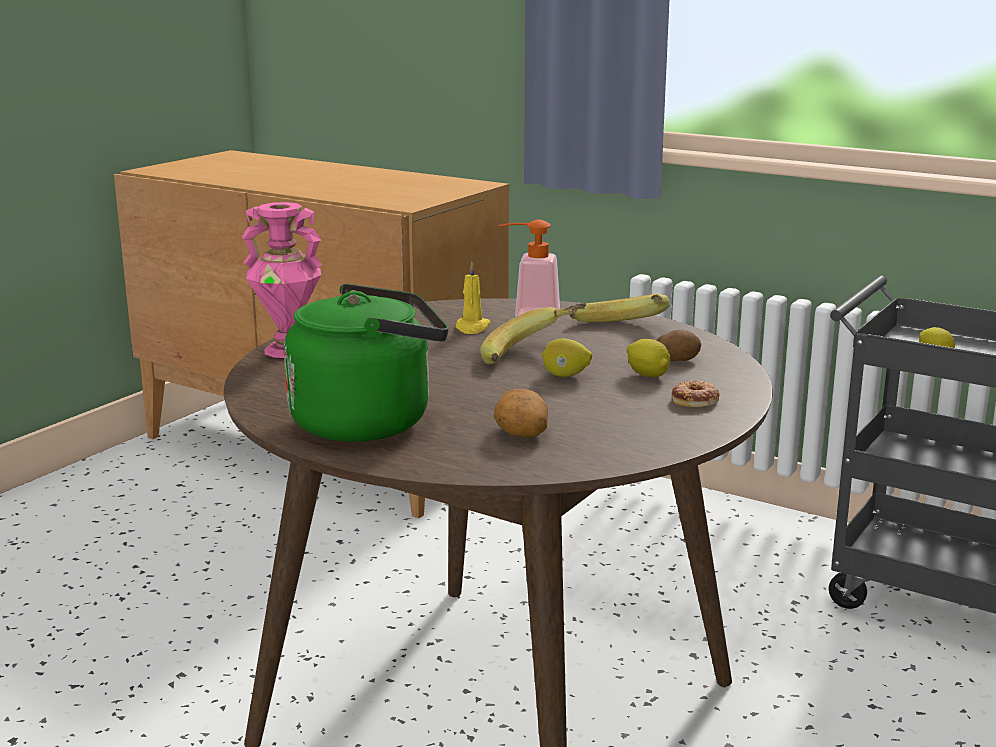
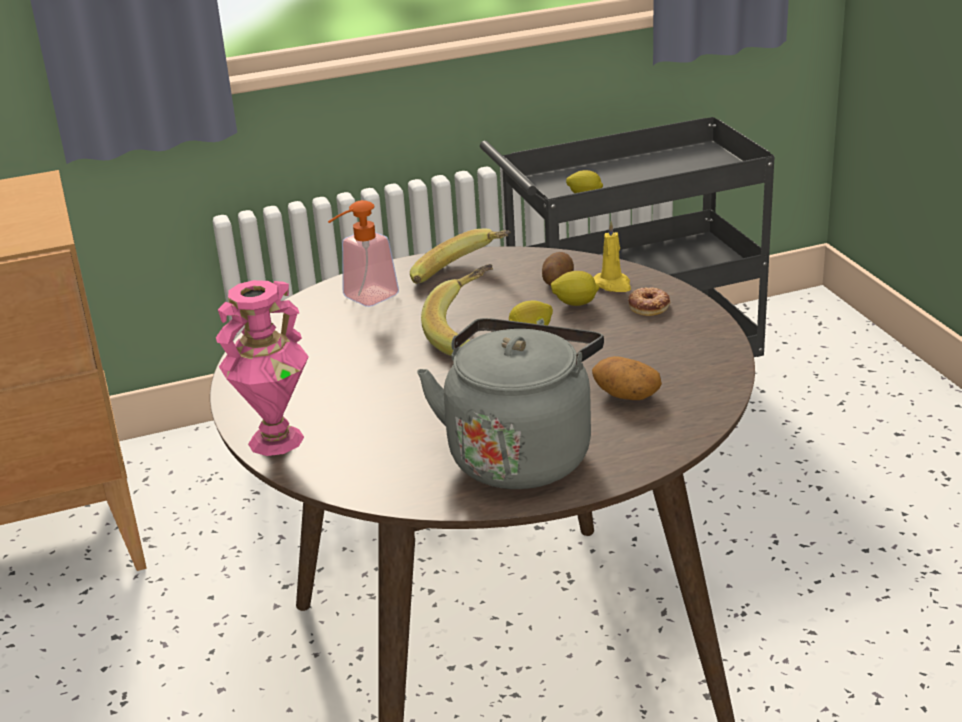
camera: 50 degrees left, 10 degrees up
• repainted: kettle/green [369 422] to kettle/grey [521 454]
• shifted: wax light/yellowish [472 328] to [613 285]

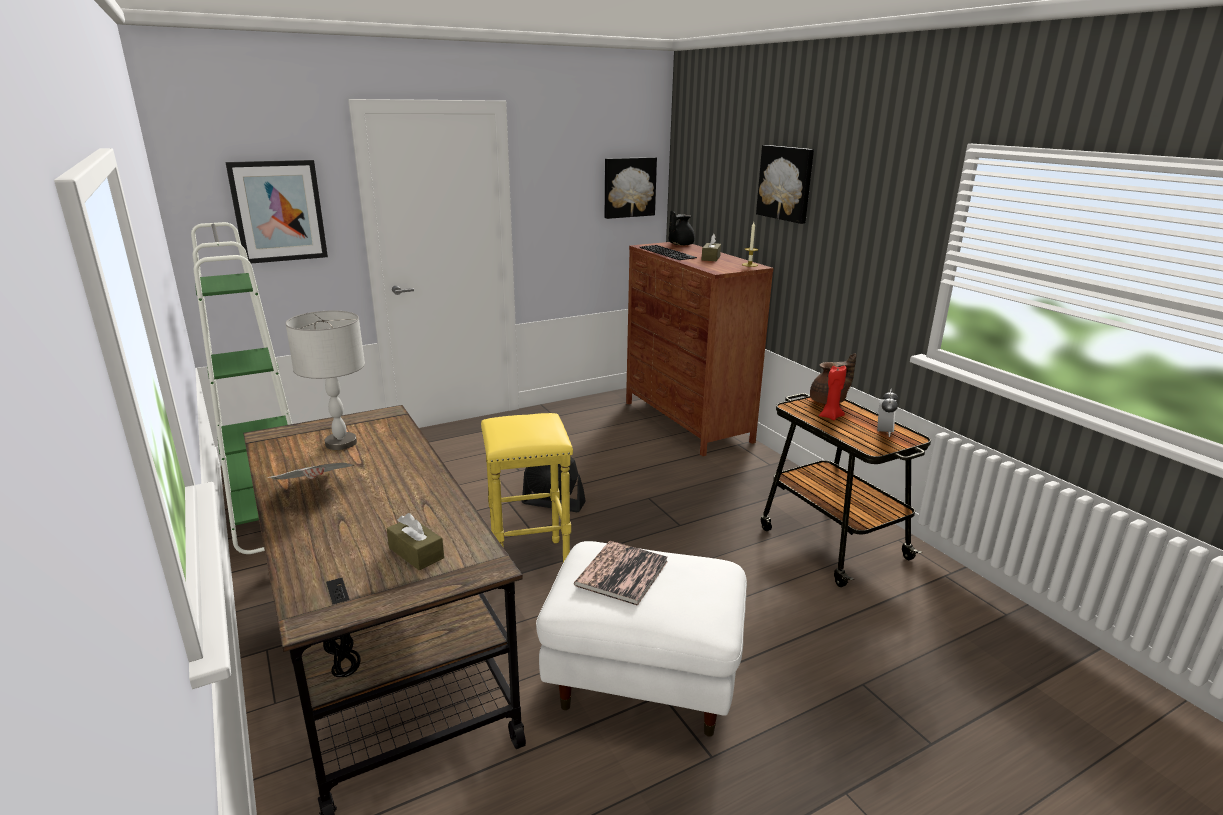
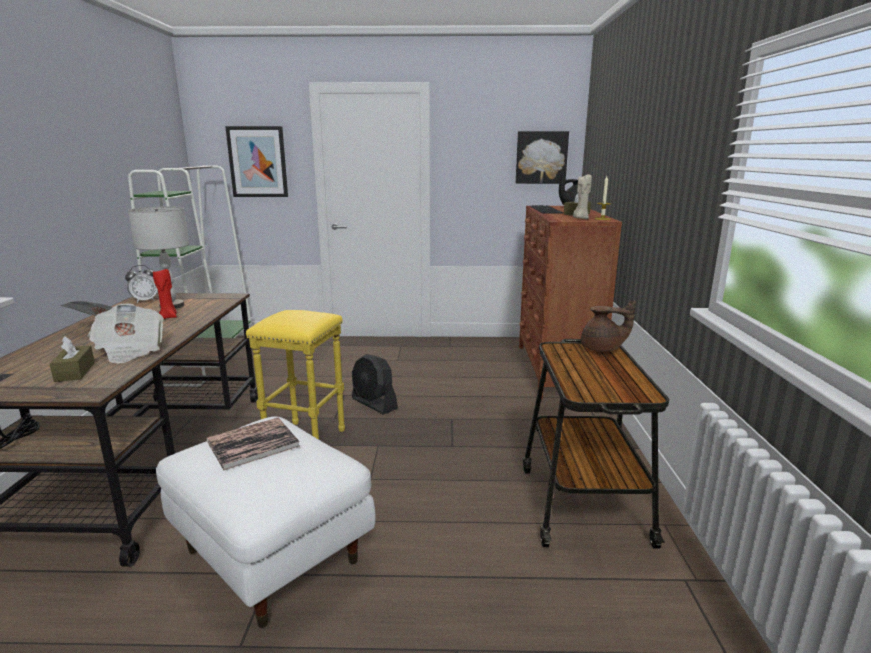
camera: 30 degrees right, 5 degrees down
• new: printed paper [130 350]
• shifted: bedside clock [883 432] to [144 300]
• shifted: wax light/red-coloured [830 416] to [169 317]
• new: wax light/beige [581 218]
• gone: wall art [786 183]

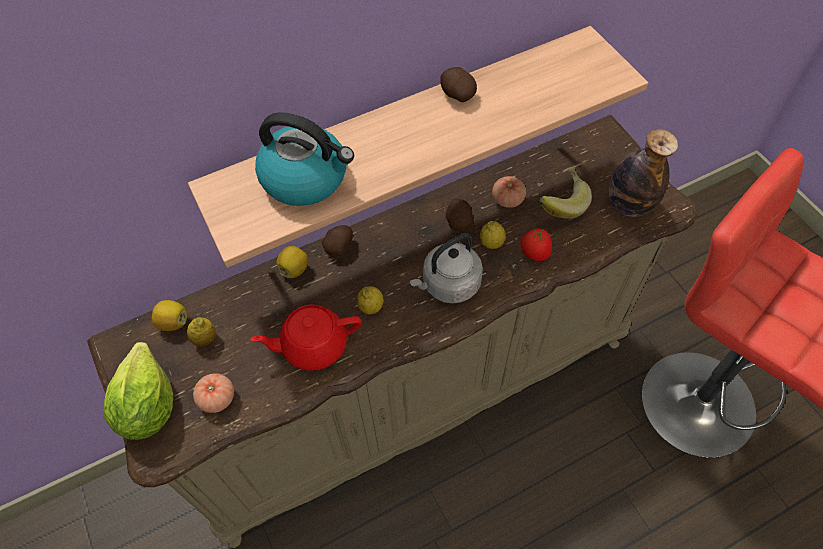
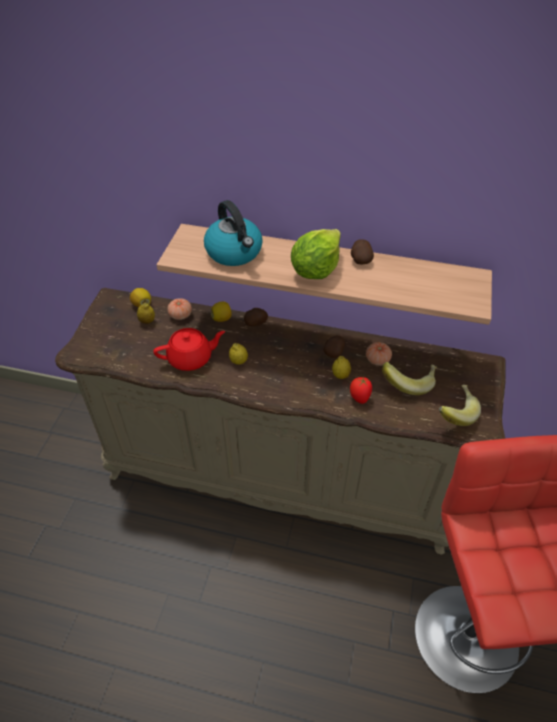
camera: 40 degrees right, 10 degrees down
• rotated: tea pot/red-coloured [313 345] = [191 358] 135 degrees clockwise
• shifted: tomato [217 398] to [180 315]
• shifted: head of lettuce [147 406] to [315 269]
• swapped: beverage bottle [629 205] to banana [454 412]
• gone: kettle/grey [448 285]

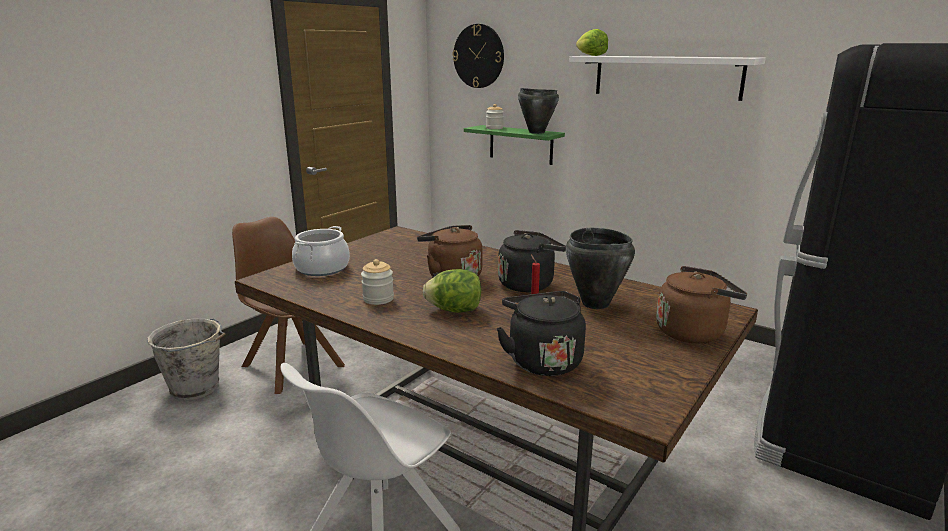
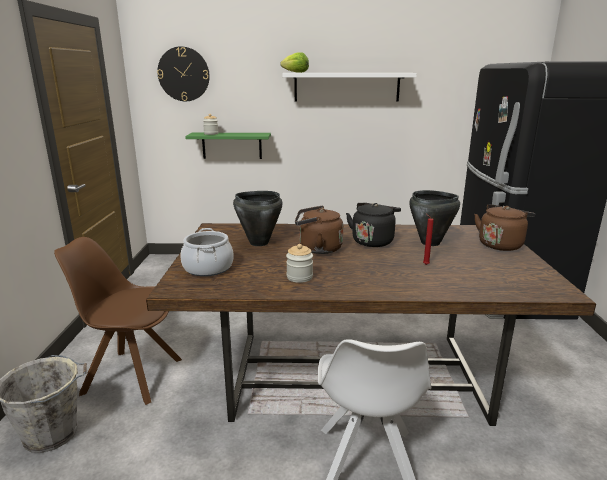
camera: 35 degrees left, 0 degrees up
• shifted: stockpot/blackish [536 132] to [258 243]
• gone: head of lettuce [454 310]
• gone: kettle/blackish [542 360]

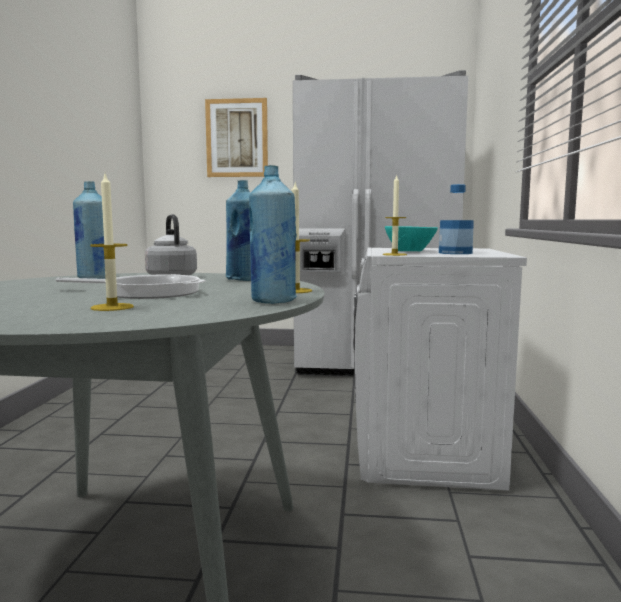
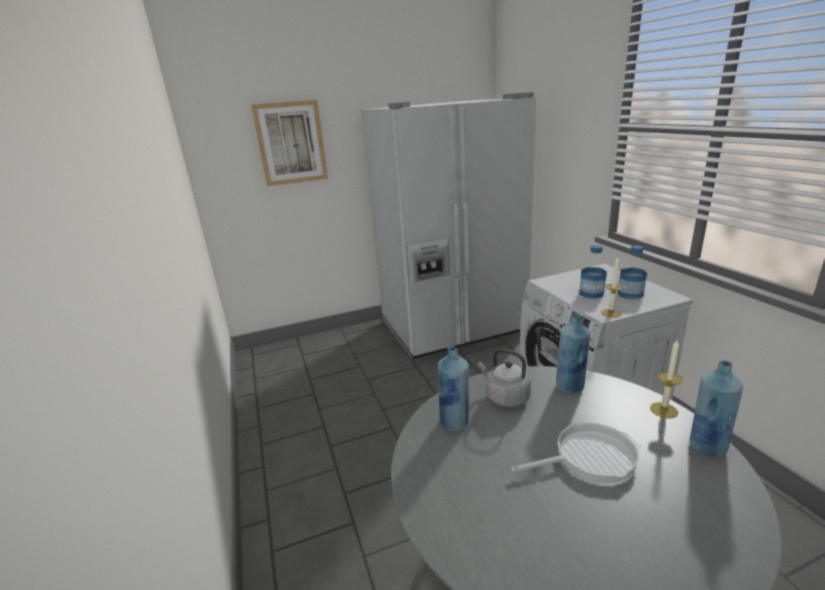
camera: 25 degrees left, 15 degrees up
• swapped: deep dish/turquoise-coloured [411 251] to beverage bottle [591 293]
• gone: wax light [112 307]

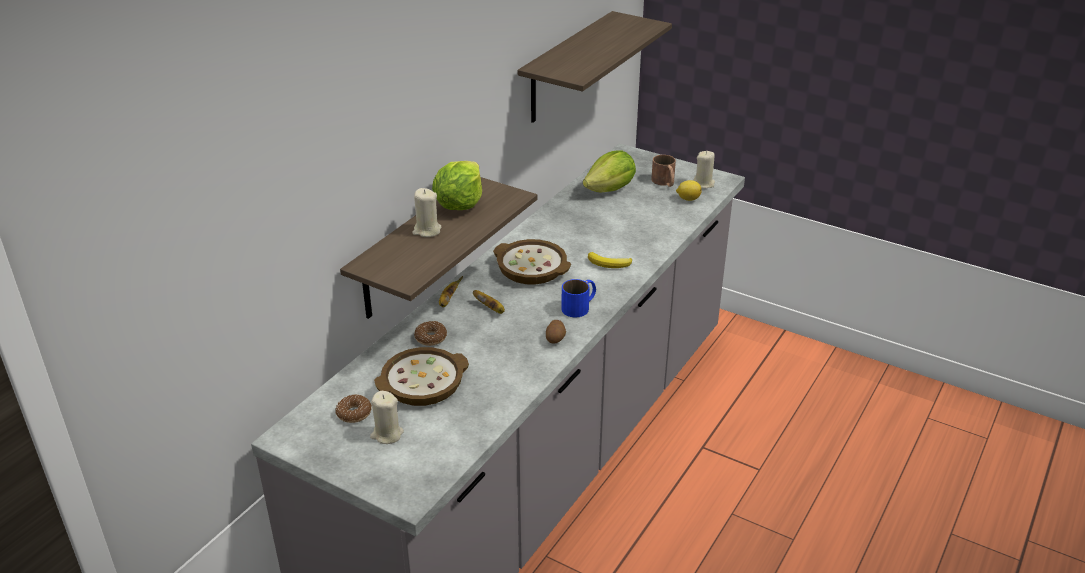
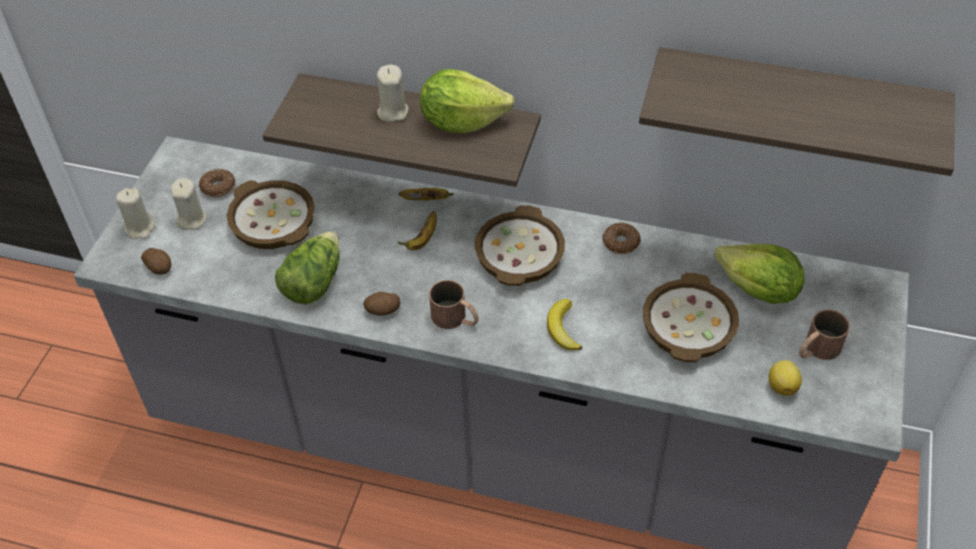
camera: 75 degrees right, 15 degrees up
• shifted: wax light/beige [703 184] to [140 228]
• new: potato [159 267]
• new: head of lettuce [313 282]
• repainted: mug/blue-coloured [580 306] to mug/brown [455 319]
• shifted: doughnut [430 338] to [621 243]
• new: deep dish [687 327]

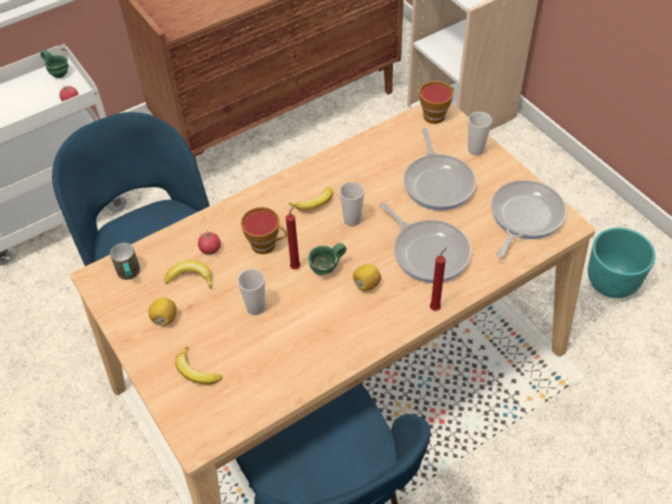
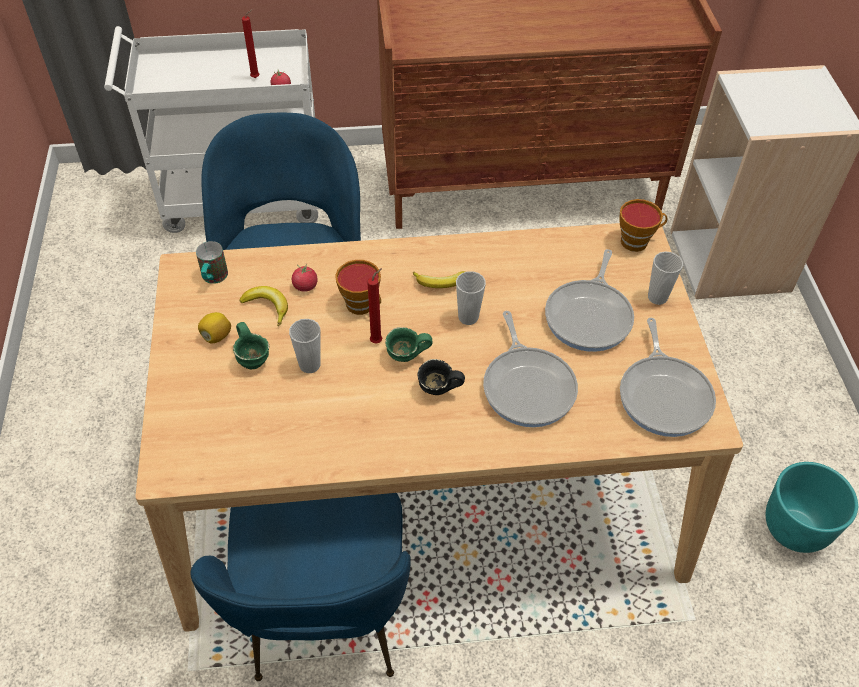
camera: 25 degrees right, 0 degrees up
• shifted: mug/green [59 73] to [254 359]
• shifted: wax light/red-coloured [436 307] to [256 77]
• swapped: whole lemon [366 284] to mug/blackish [438 392]
• rotated: skillet [524 217] = [664 395] 120 degrees clockwise
• gone: banana [196 372]

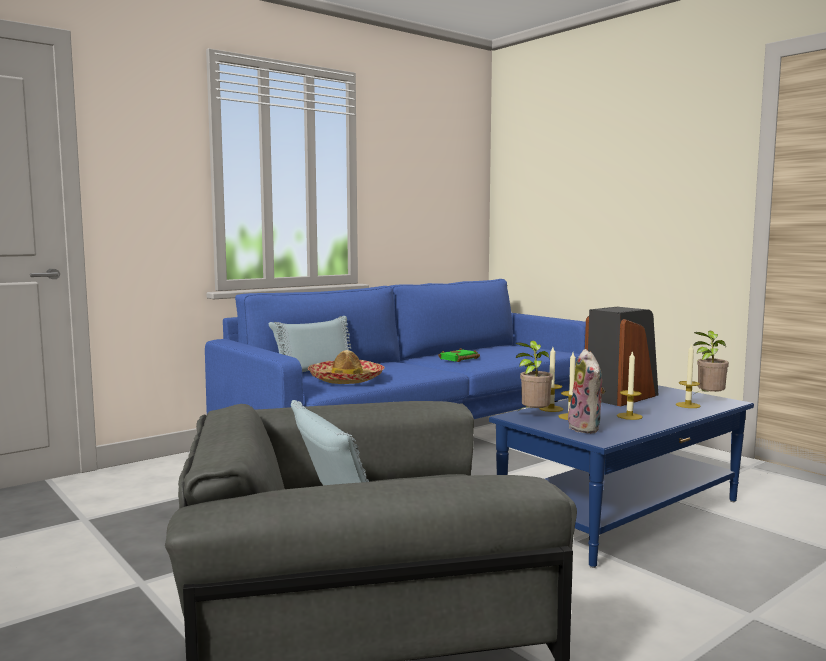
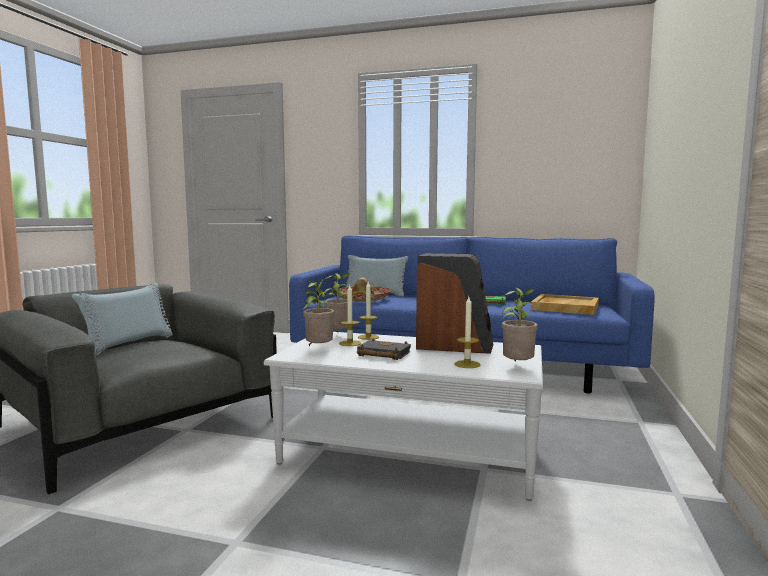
camera: 55 degrees right, 0 degrees up
• repainted: lounge table/blue-coloured [623 513] to lounge table/white [410 454]
• swapped: cuddly toy [587 428] to potted plant [318 350]
• swapped: wax light [629 416] to bound book/blackish [382 354]
• new: serving tray/beige [564 307]

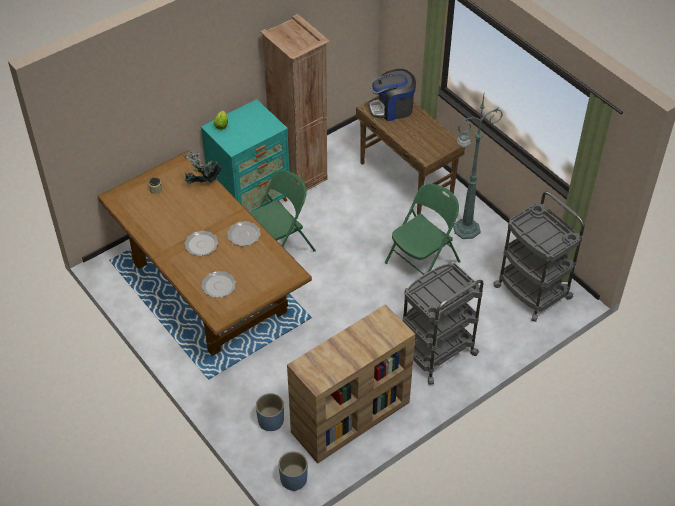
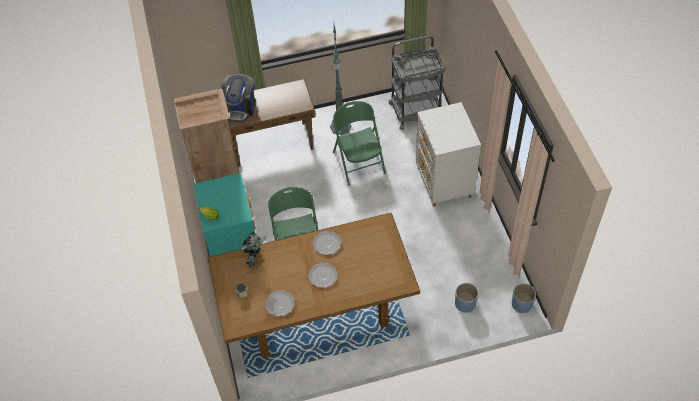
camera: 65 degrees left, 5 degrees up
• shifted: dinner plate [218 285] to [279 304]
• swapped: wheeled cart/grey [436 351] to dresser/white [444 183]
• gone: bookshelf/brown [351 418]

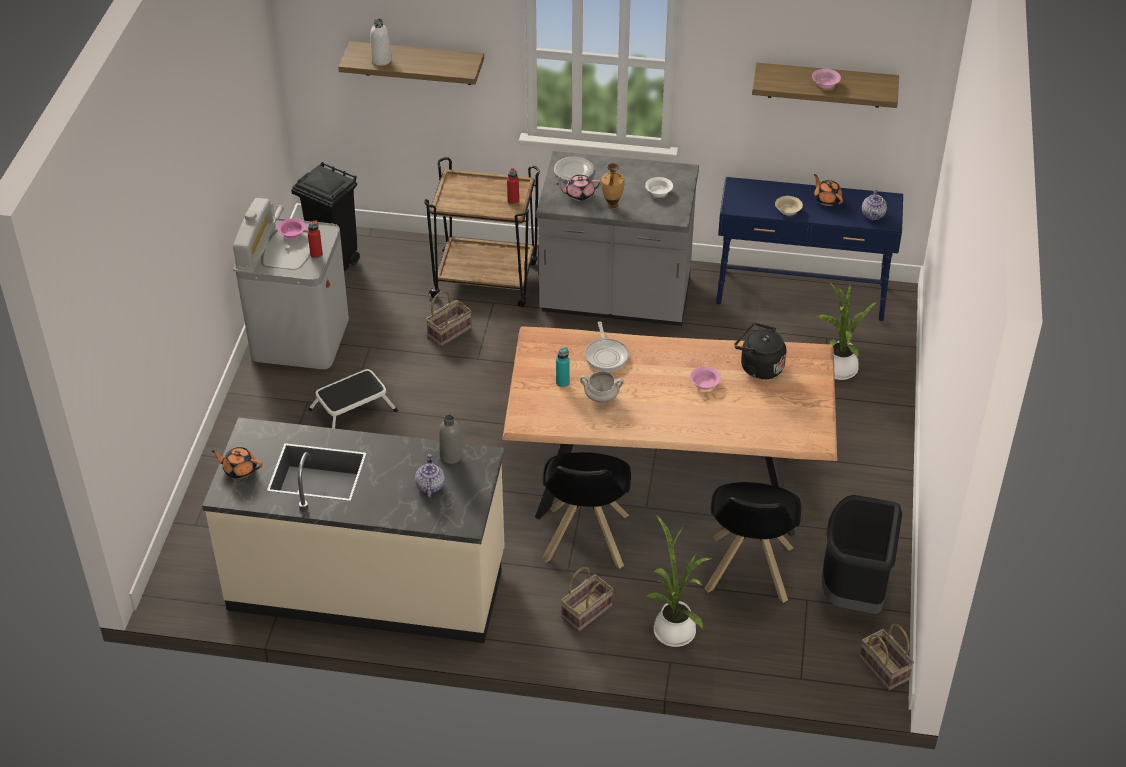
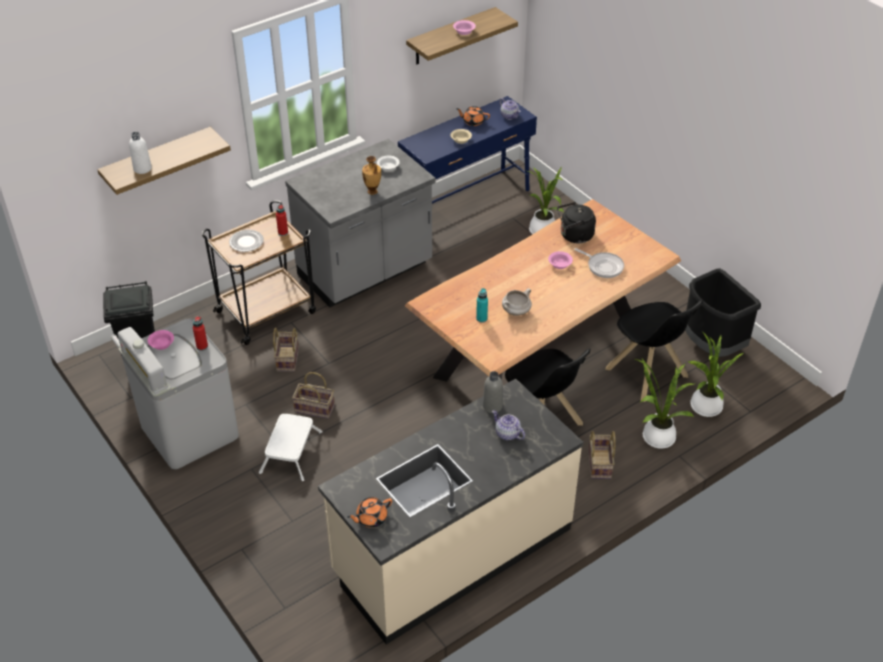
camera: 45 degrees left, 0 degrees up
• shifted: dinner plate [574 170] to [246 242]
• repainted: step ladder/blackish [352 410] to step ladder/white [290 452]
• shifted: household basket [885 669] to [316 408]
• shifted: skillet [606 355] to [603 266]
• new: potted plant [704 408]
• gone: tea pot/pink [579 195]

